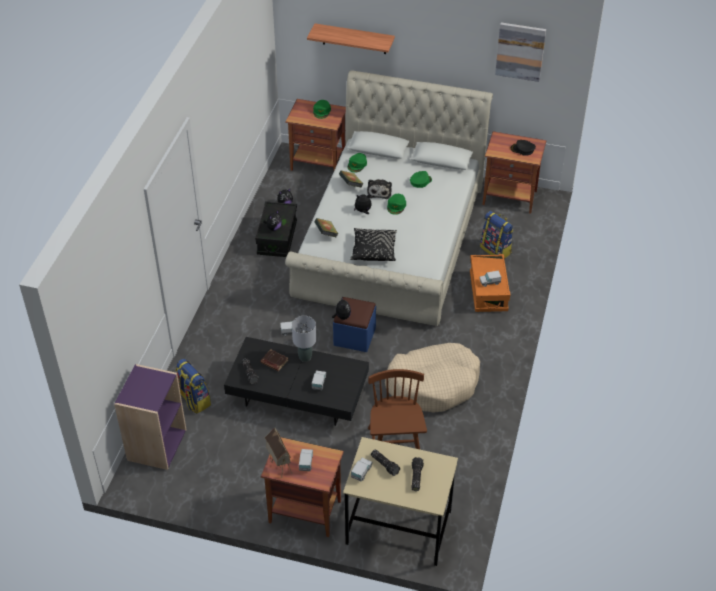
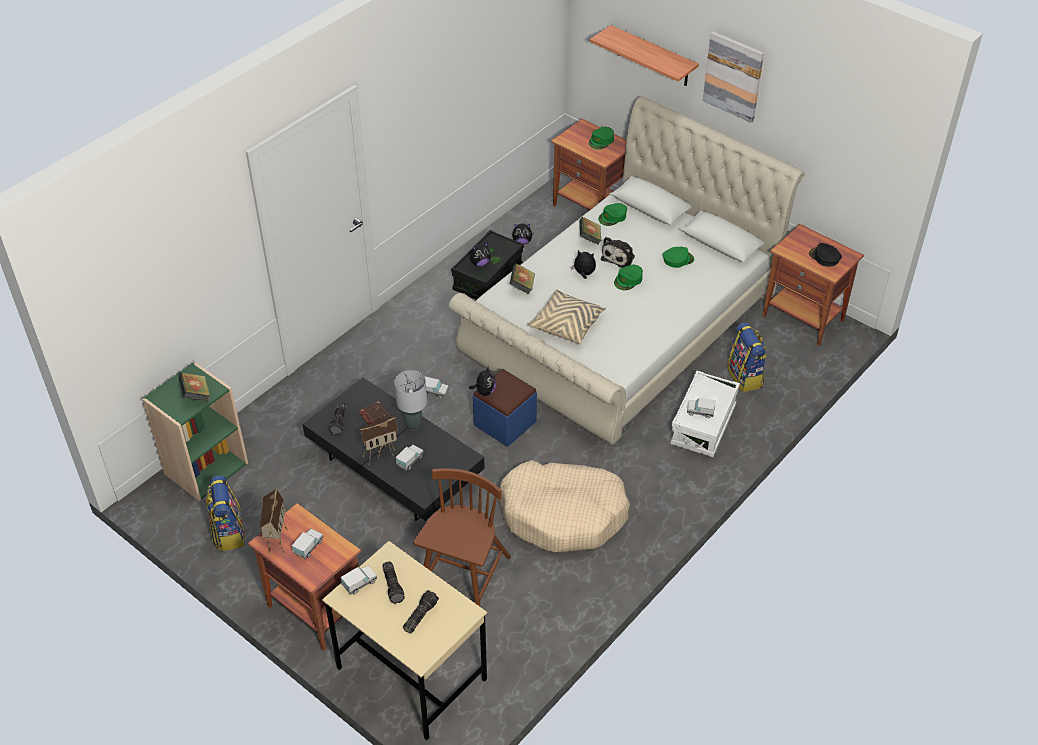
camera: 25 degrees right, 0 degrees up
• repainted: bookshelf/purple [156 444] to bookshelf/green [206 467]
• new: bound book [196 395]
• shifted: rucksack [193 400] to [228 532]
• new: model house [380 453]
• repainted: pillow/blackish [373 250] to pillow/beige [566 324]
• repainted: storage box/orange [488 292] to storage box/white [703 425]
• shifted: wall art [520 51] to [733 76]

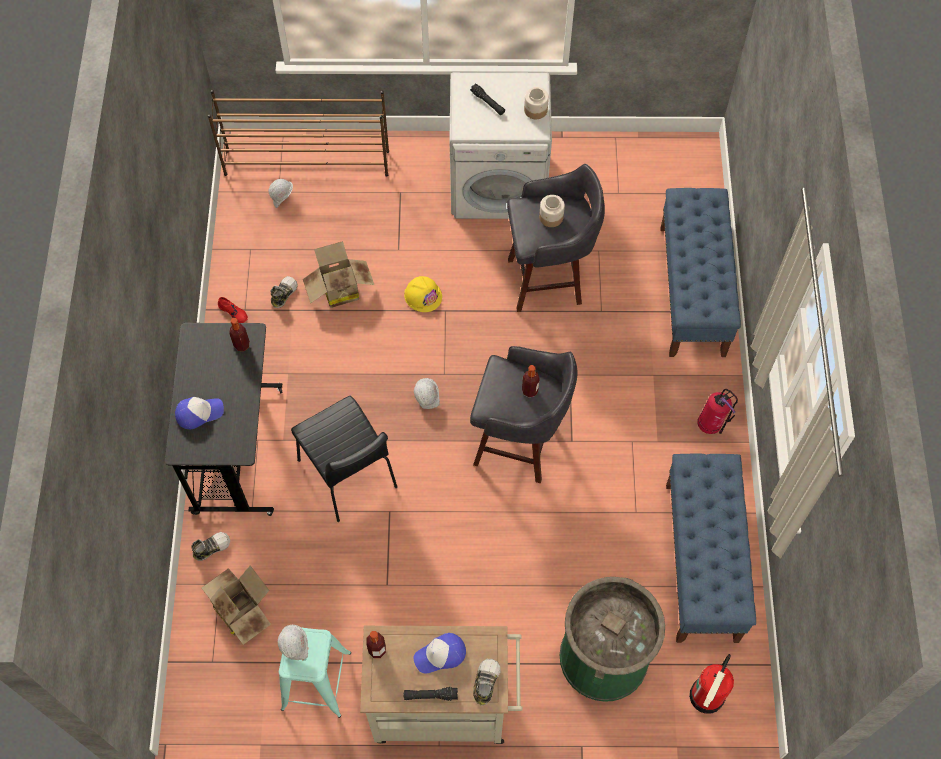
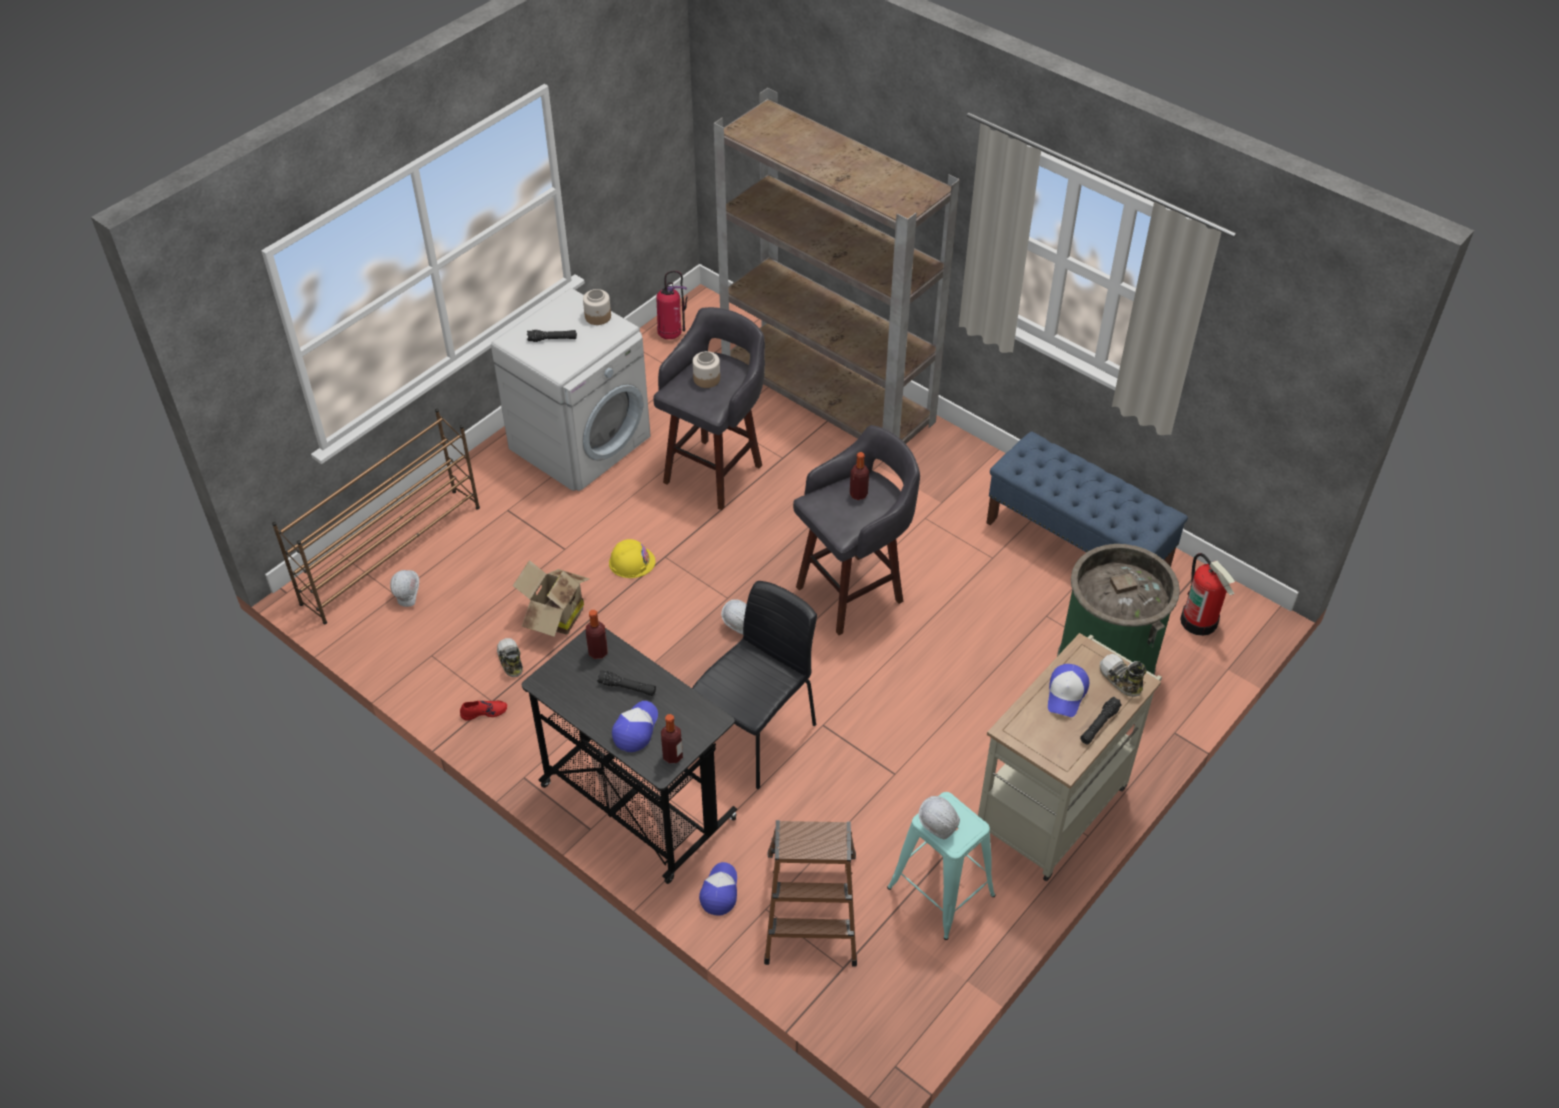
camera: 50 degrees left, 15 degrees down
• new: hand torch/blackish [627 687]
• shifted: fire extinguisher [711 425] to [671 334]
• shifted: beverage bottle [377 650] to [672 756]
• rotated: chair/blackish [349 476] = [757 732] 60 degrees counterclockwise
• swapped: low shoe [211 547] to baseball cap [719 891]
• swapped: bench/blue-coloured [692 291] to bookshelf/brown [827 393]
• swapped: carton [242 609] to step ladder/brown [811 907]

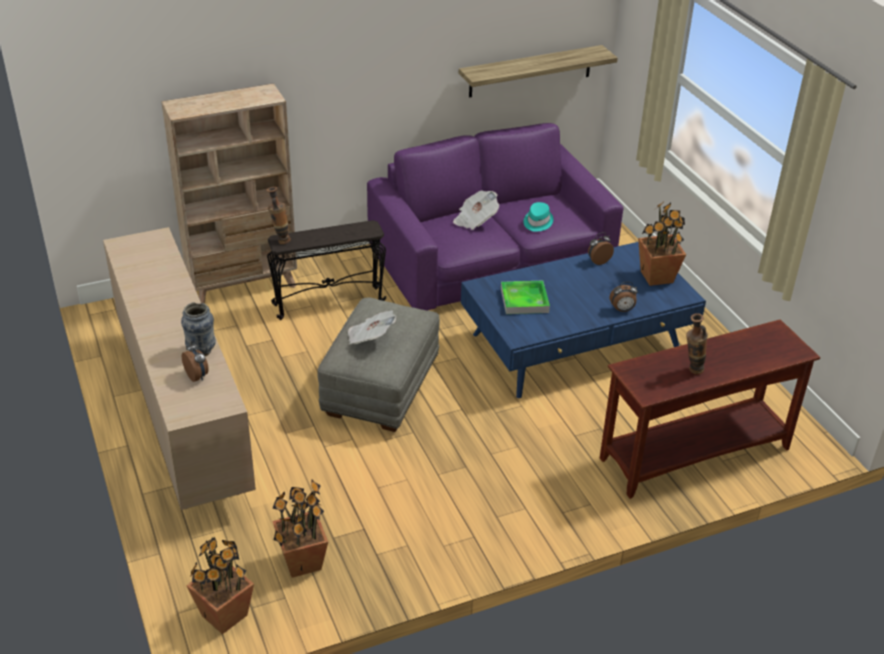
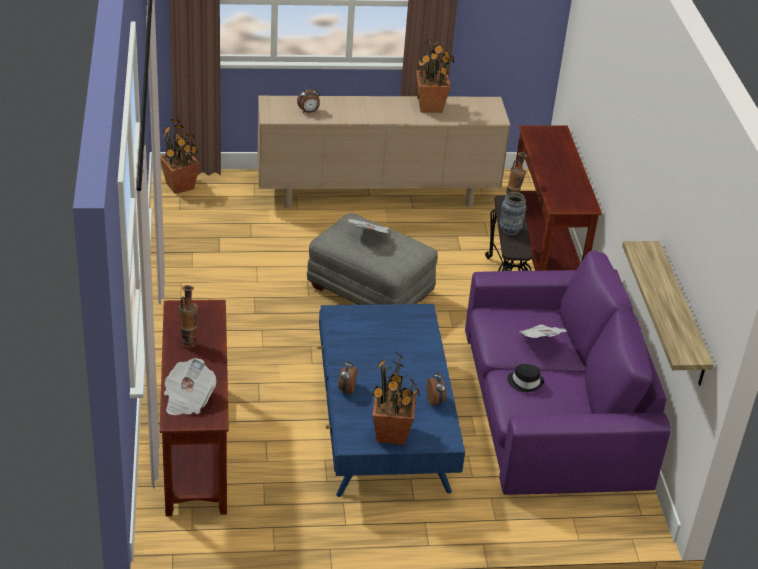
camera: 105 degrees right, 0 degrees up
• new: printed paper [187 399]
• shifted: potted plant [301 562] to [430 107]
• shifted: flower vase [201 351] to [510 231]
• repainted: hat/turquoise-coloured [537 222] to hat/blackish [525 382]
• swapped: bookshelf/beige [243 286] to hall table/brown [545 247]
• gone: serving tray [524 300]

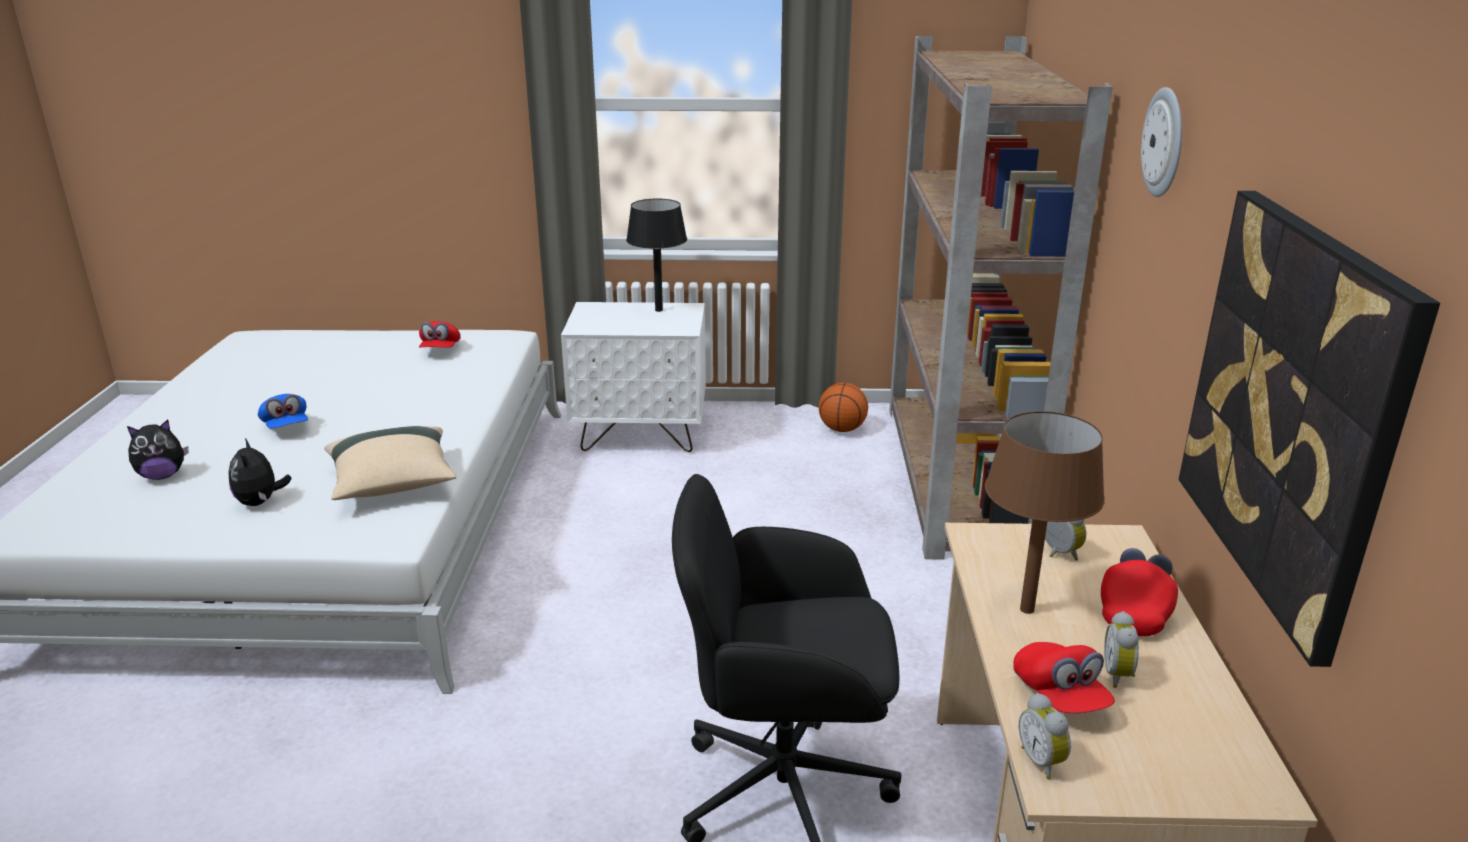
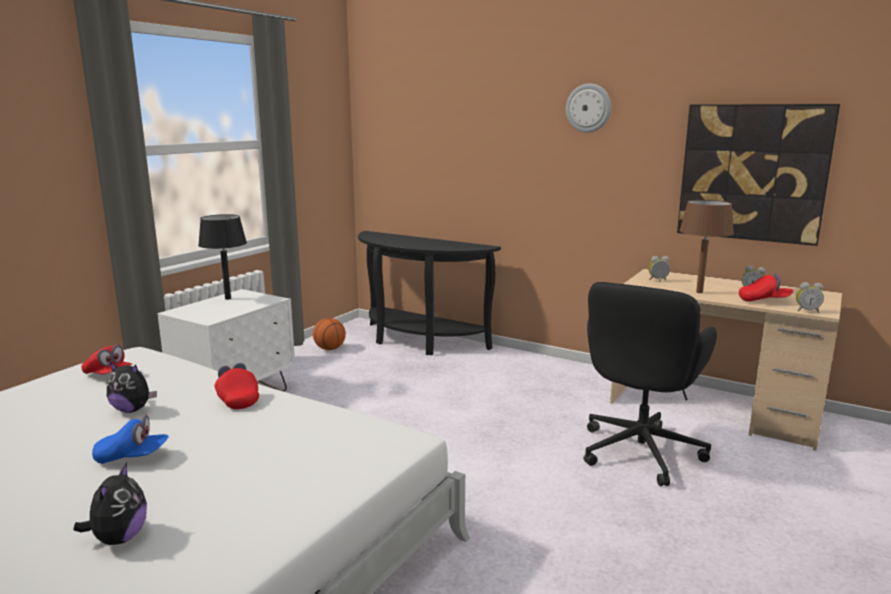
camera: 60 degrees left, 10 degrees down
• shifted: cuddly toy [260 502] to [132 410]
• shifted: baseball cap/red-coloured [1135 611] to [237 399]
• swapped: bookshelf/brown [956 476] to hall table/blackish [417 341]
• gone: pillow/beige [392 483]

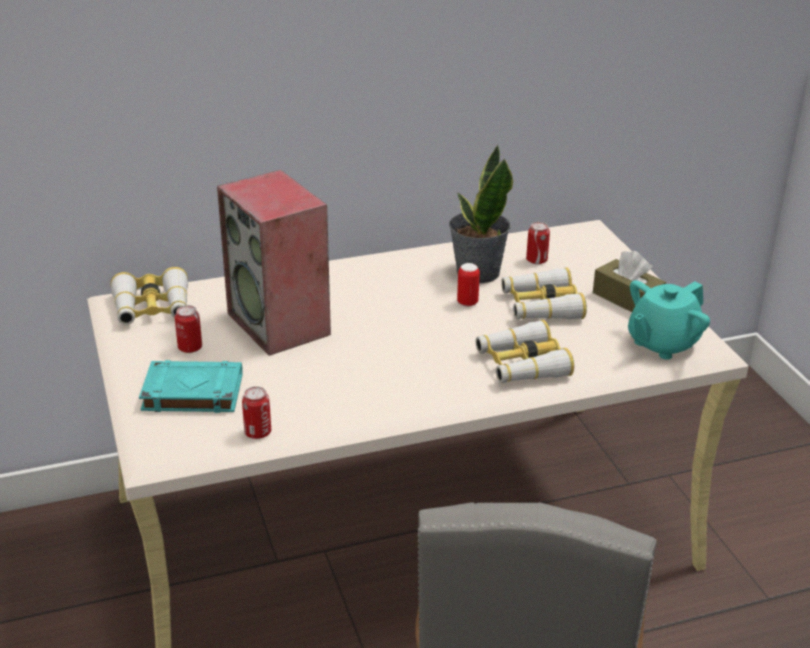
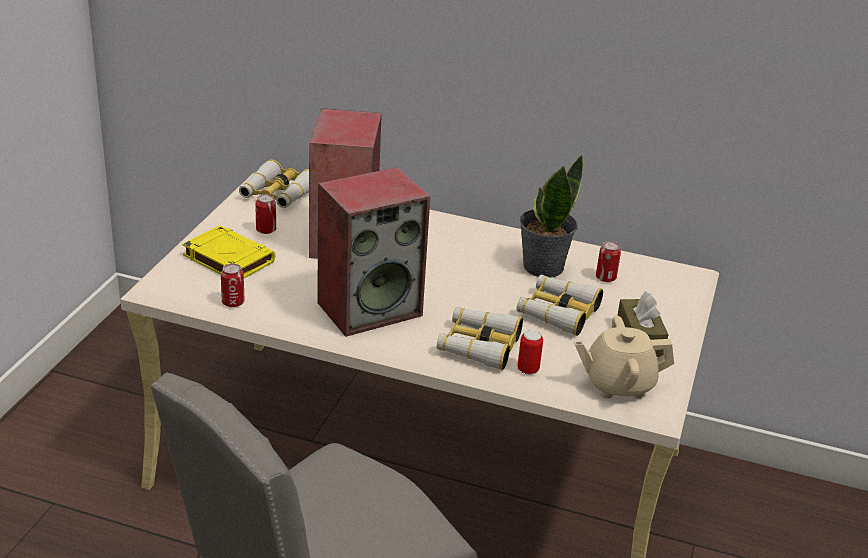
camera: 35 degrees right, 0 degrees up
• repainted: bound book/turquoise-coloured [191 393] to bound book/yellowish [227 259]
• new: loudspeaker [370 308]
• shifted: sealed can [467 302] to [528 369]
• repainted: tea pot/turquoise-coloured [662 343] to tea pot/beige [618 384]

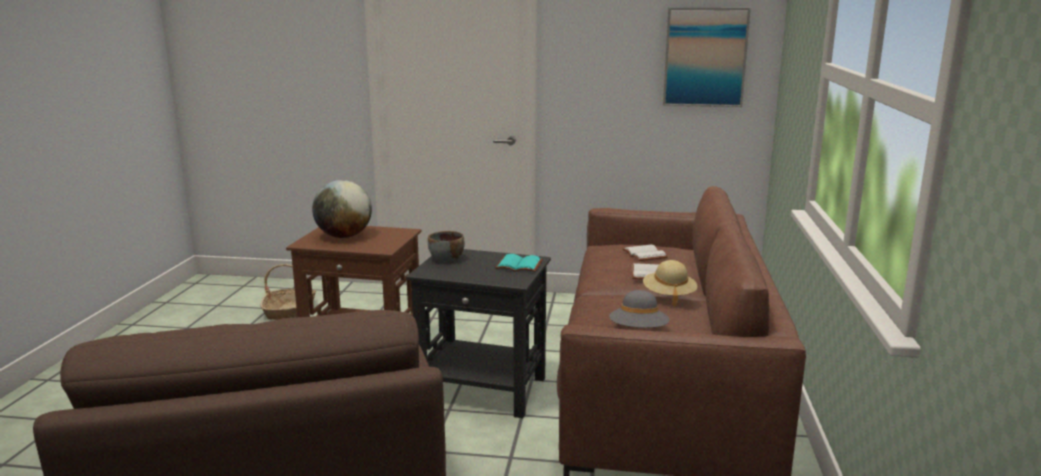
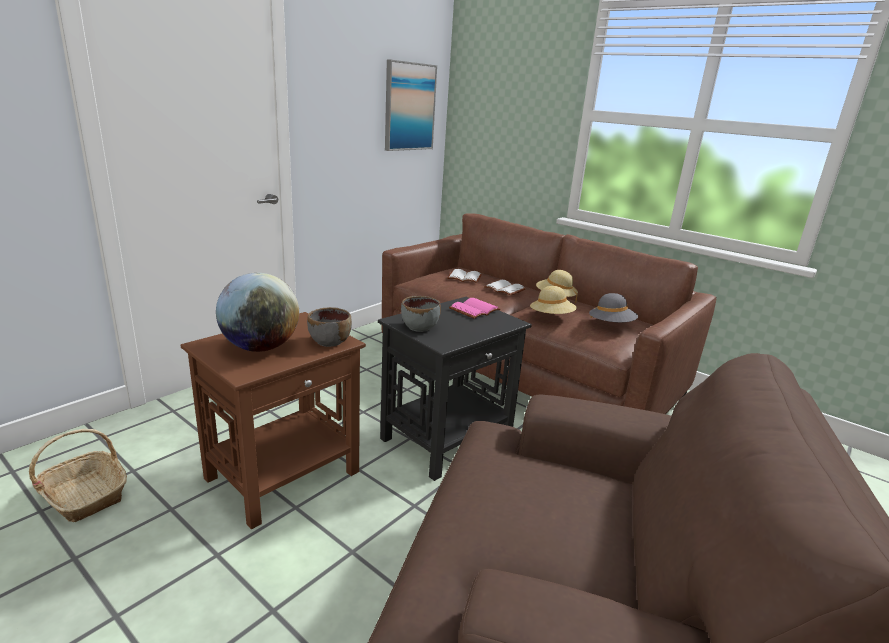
camera: 60 degrees left, 5 degrees up
• new: deep dish/grey [329 342]
• repainted: bound book/turquoise-coloured [520 265] to bound book/pink [474 309]
• new: hat/beige [551 317]

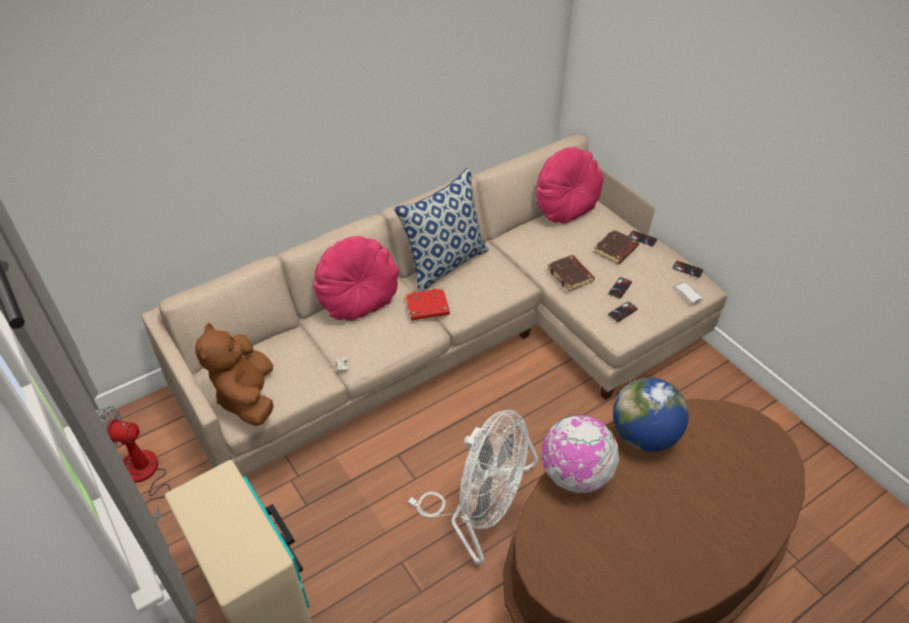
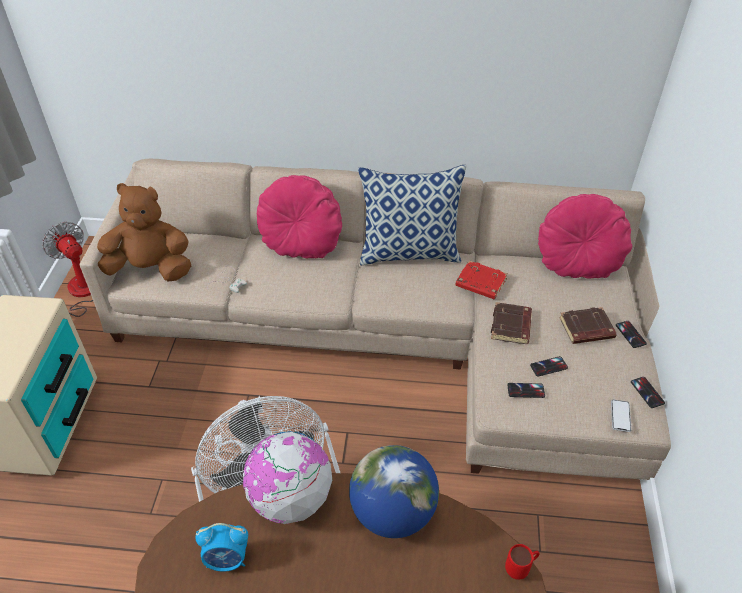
camera: 40 degrees right, 0 degrees up
• rotated: cuddly toy/brown [248 397] = [150 269] 60 degrees clockwise
• new: bedside clock [227 559]
• shifted: bound book/red-coloured [427 308] to [480 283]
• new: mug/red-coloured [520 569]

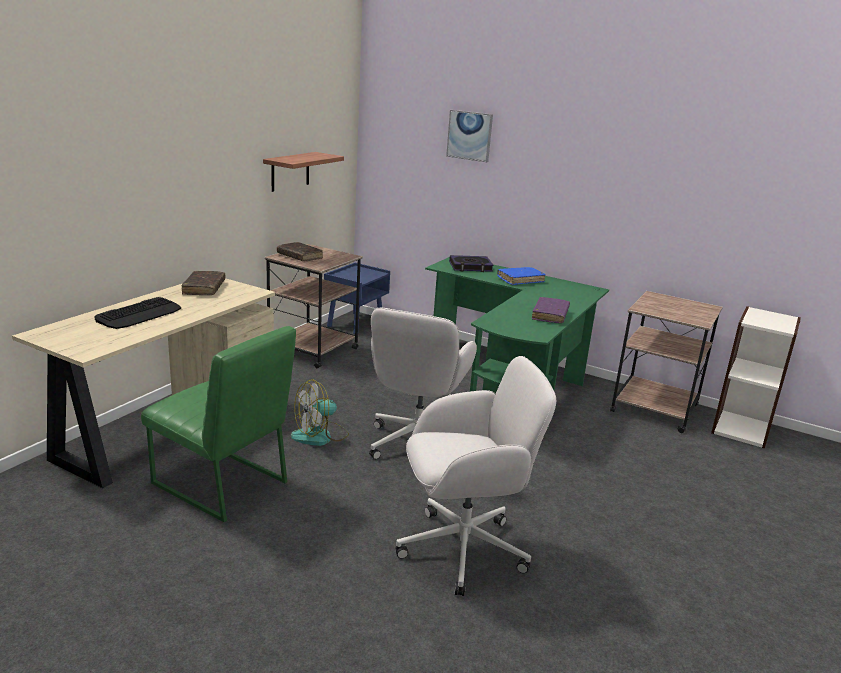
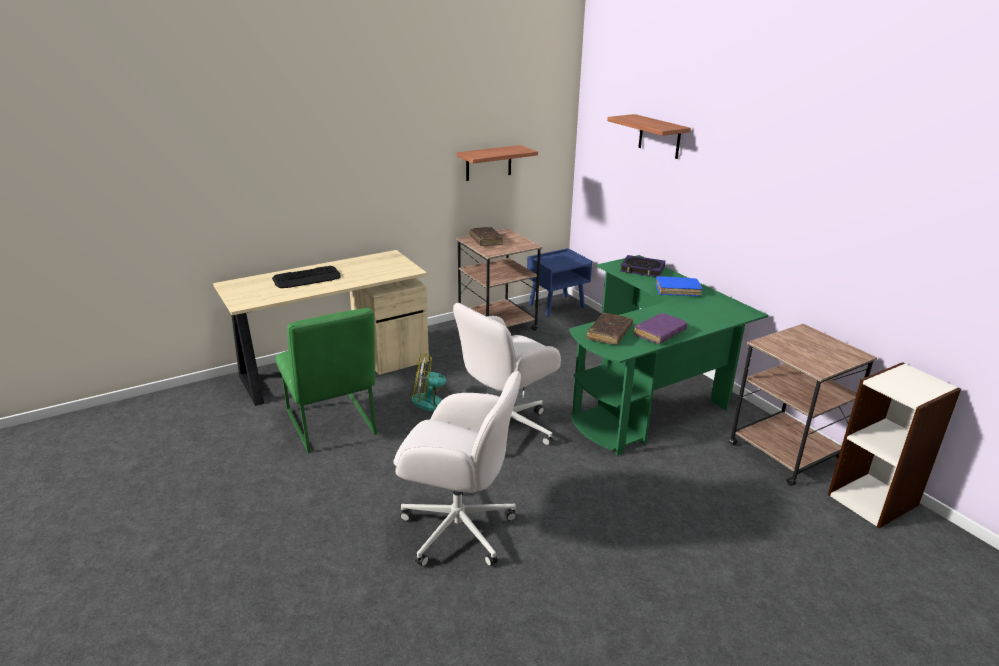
camera: 30 degrees right, 5 degrees up
• shifted: bound book/brown [204 288] to [609 334]
• swapped: wall art [469 135] to bracket shelf [659 137]

